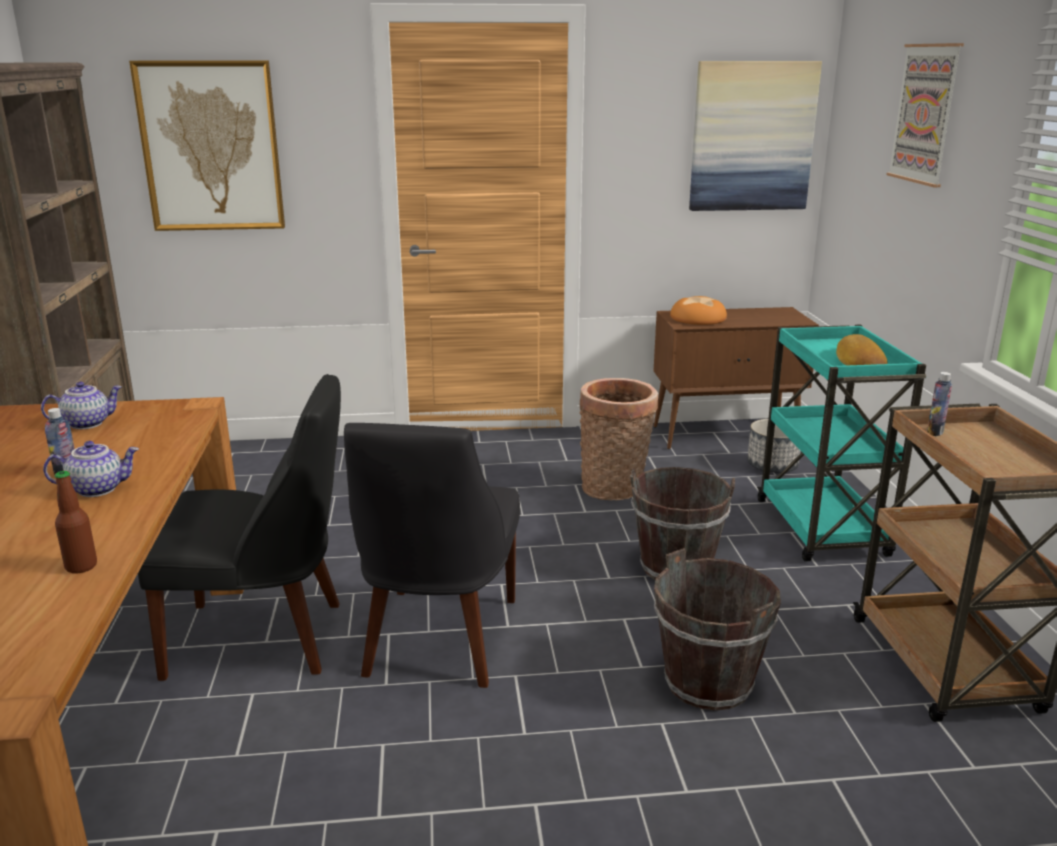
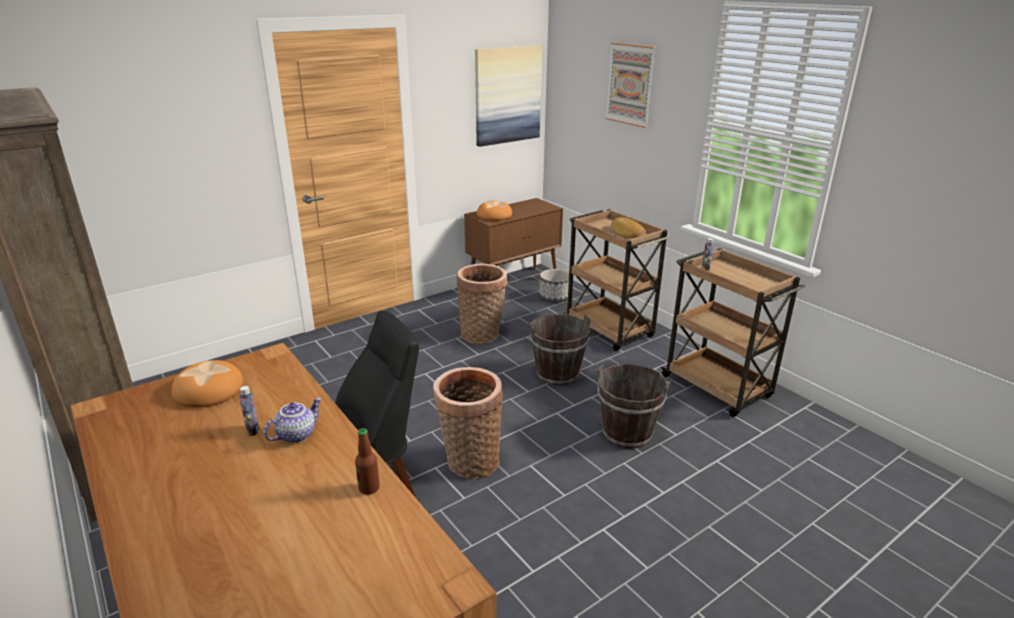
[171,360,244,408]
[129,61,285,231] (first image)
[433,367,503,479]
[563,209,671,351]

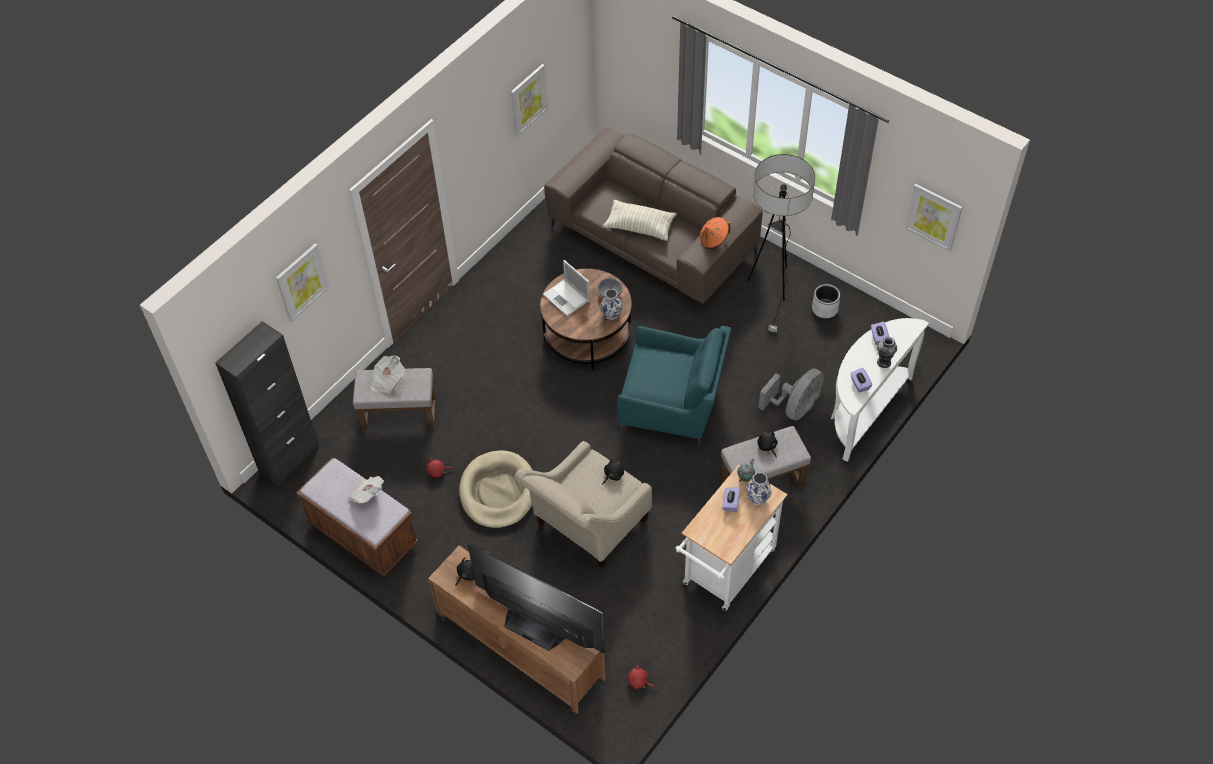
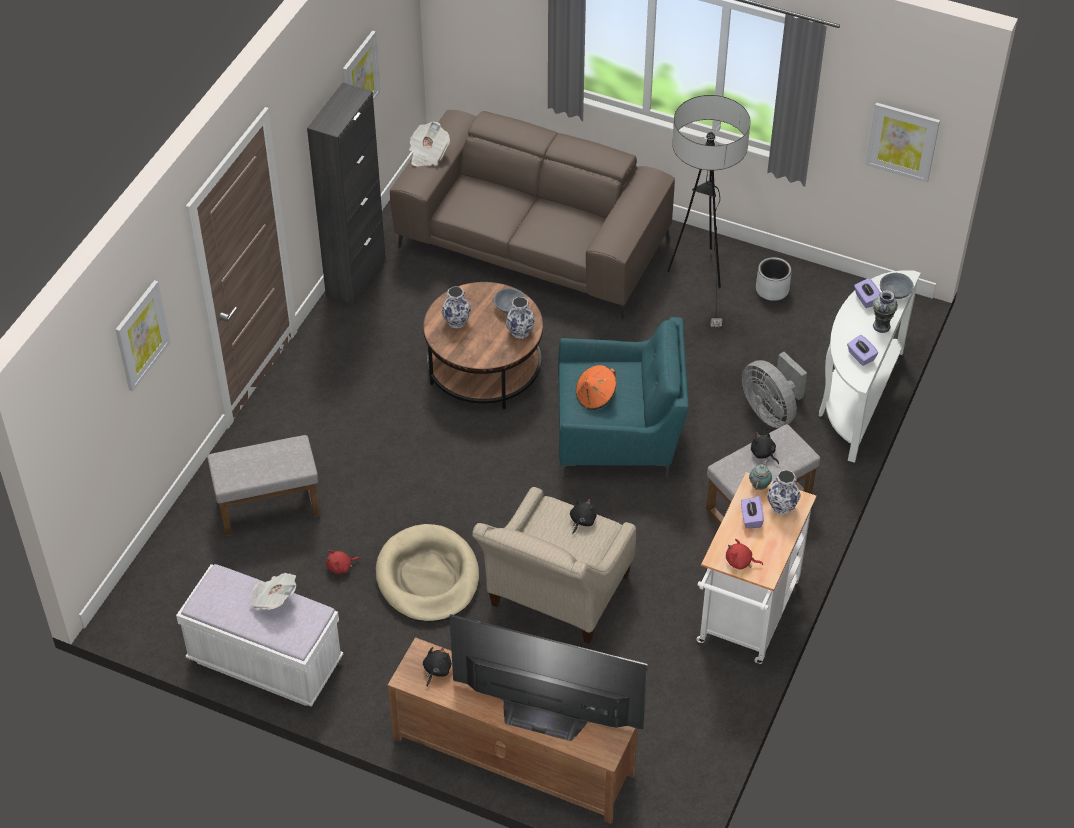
[307,82,386,304]
[176,564,343,707]
[409,121,450,166]
[441,286,471,328]
[603,199,677,241] (first image)
[726,539,763,570]
[576,365,616,410]
[742,352,807,428]
[880,273,914,299]

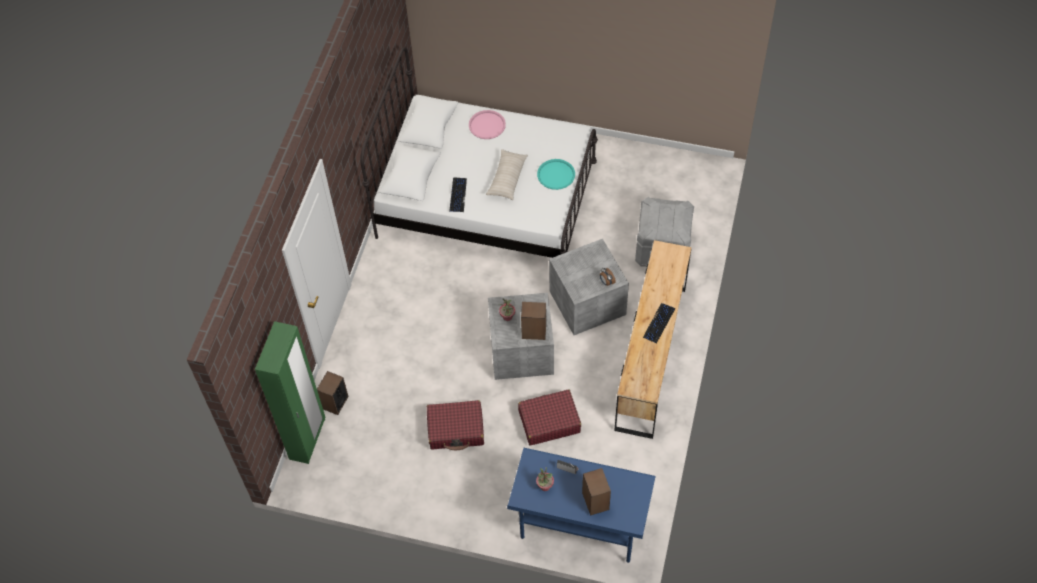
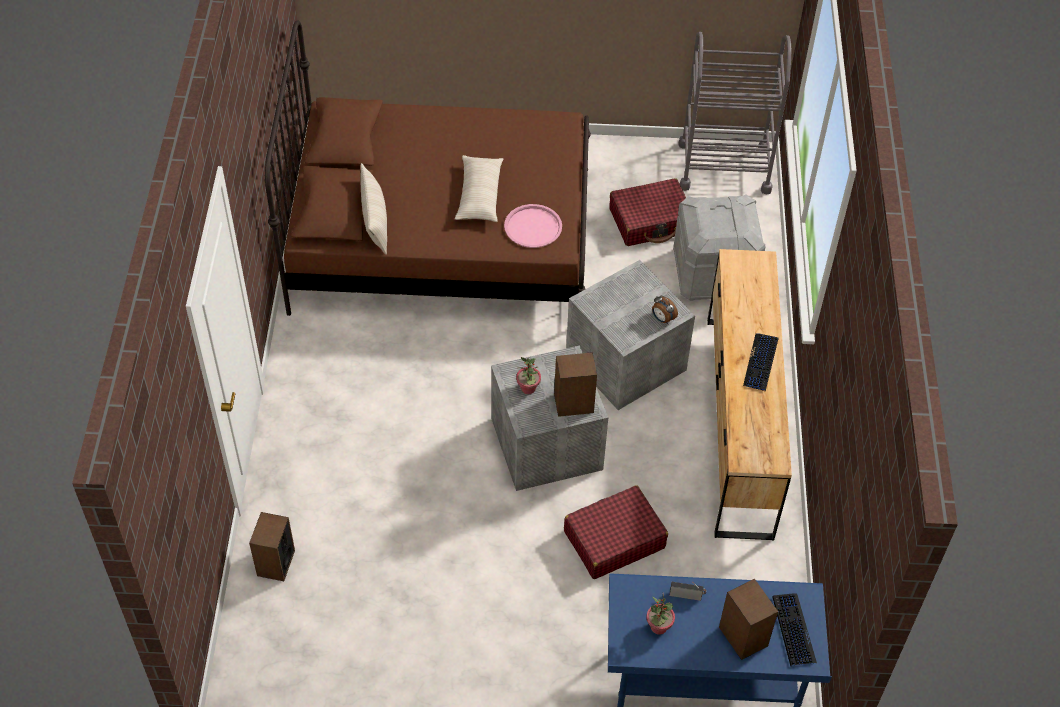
[255,321,325,464] (first image)
[265,20,591,316]
[609,178,686,246]
[772,593,817,666]
[504,204,562,248]
[537,159,575,190] (first image)
[360,163,387,255]
[678,32,791,195]

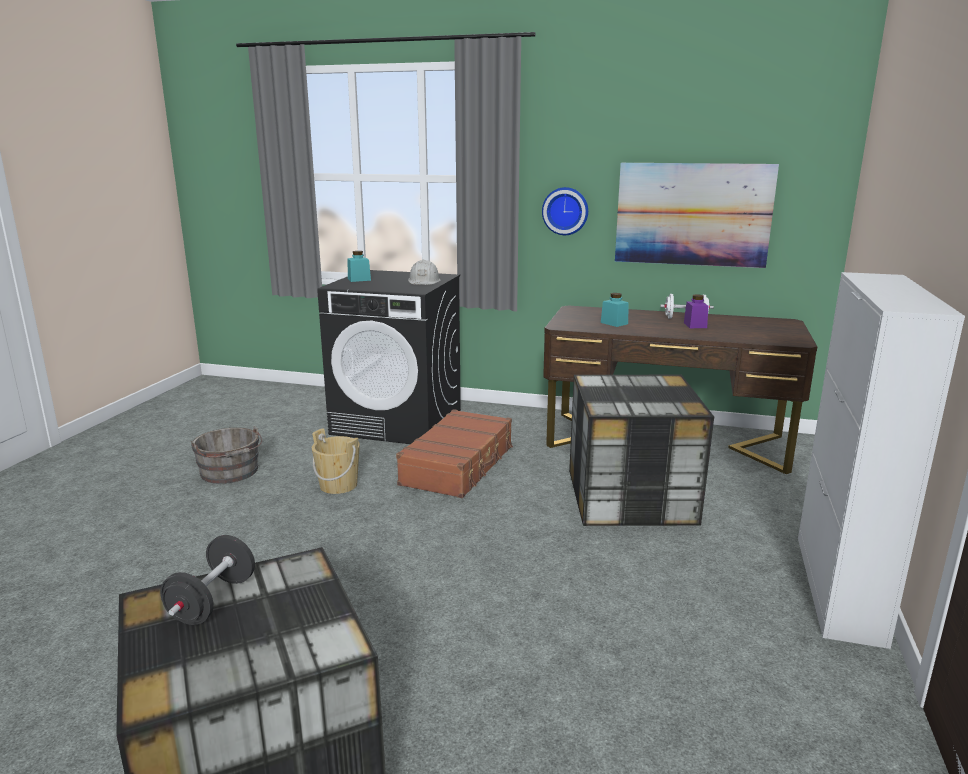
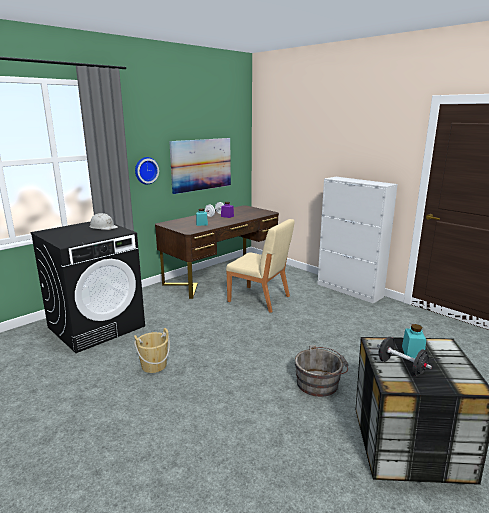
[295,345,349,397]
[402,324,426,359]
[396,409,513,498] (first image)
[226,219,294,313]

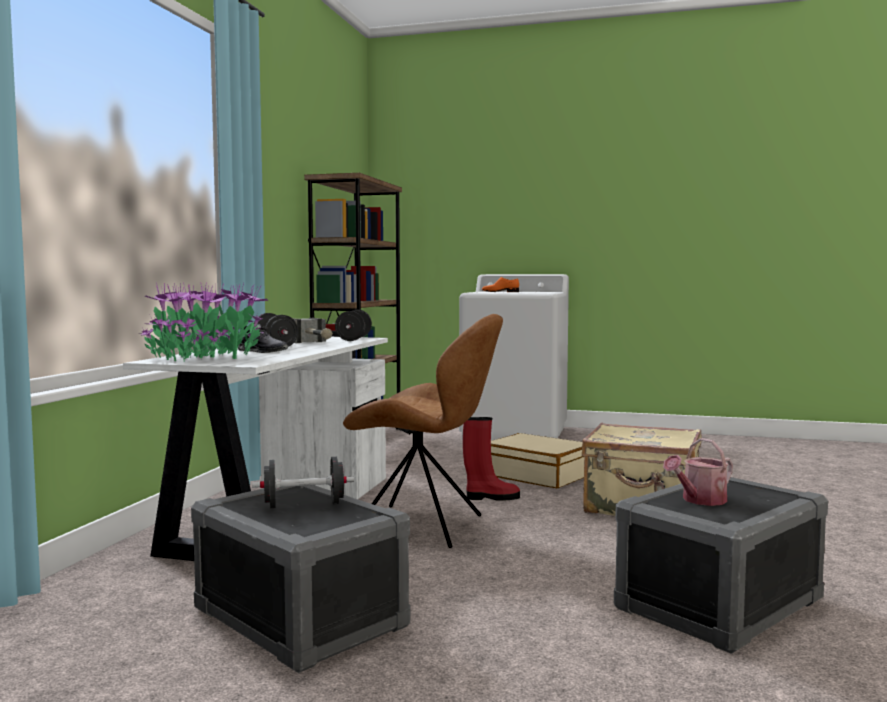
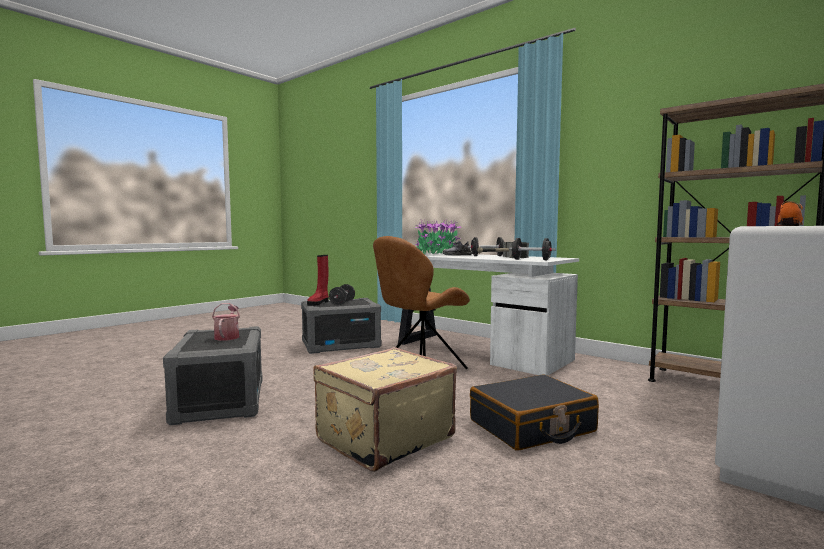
[307,255,329,306]
[470,374,599,451]

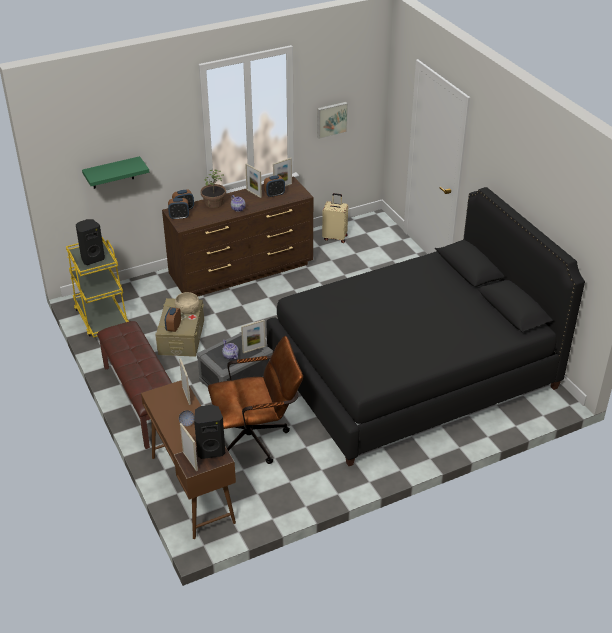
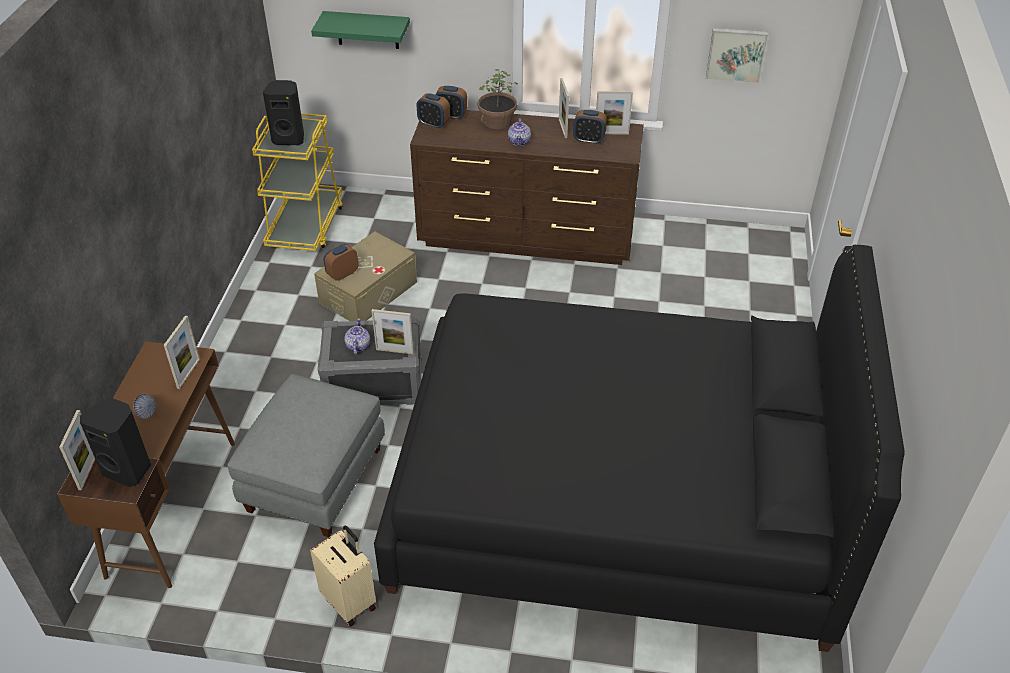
[97,321,172,449] (first image)
[175,292,199,314] (first image)
[227,374,385,537]
[310,525,376,627]

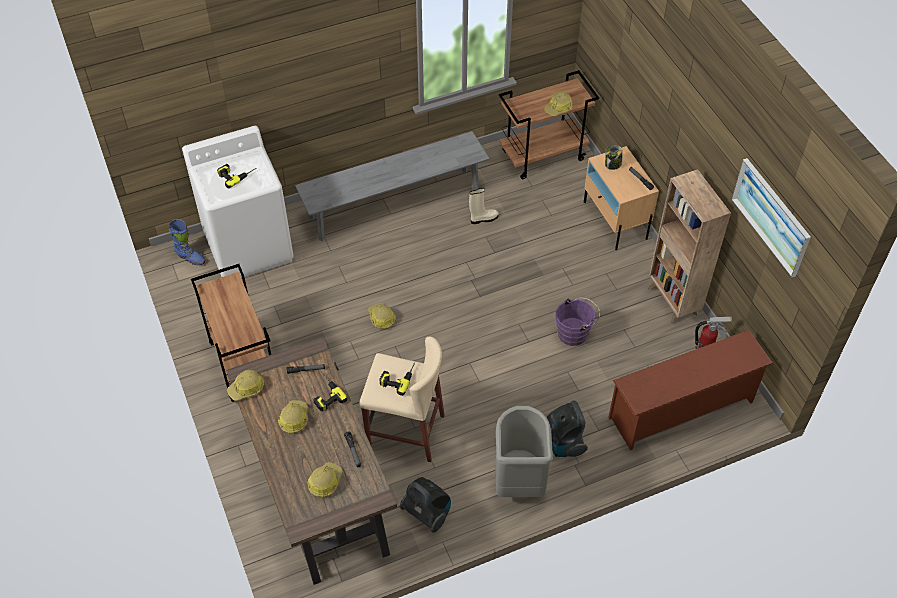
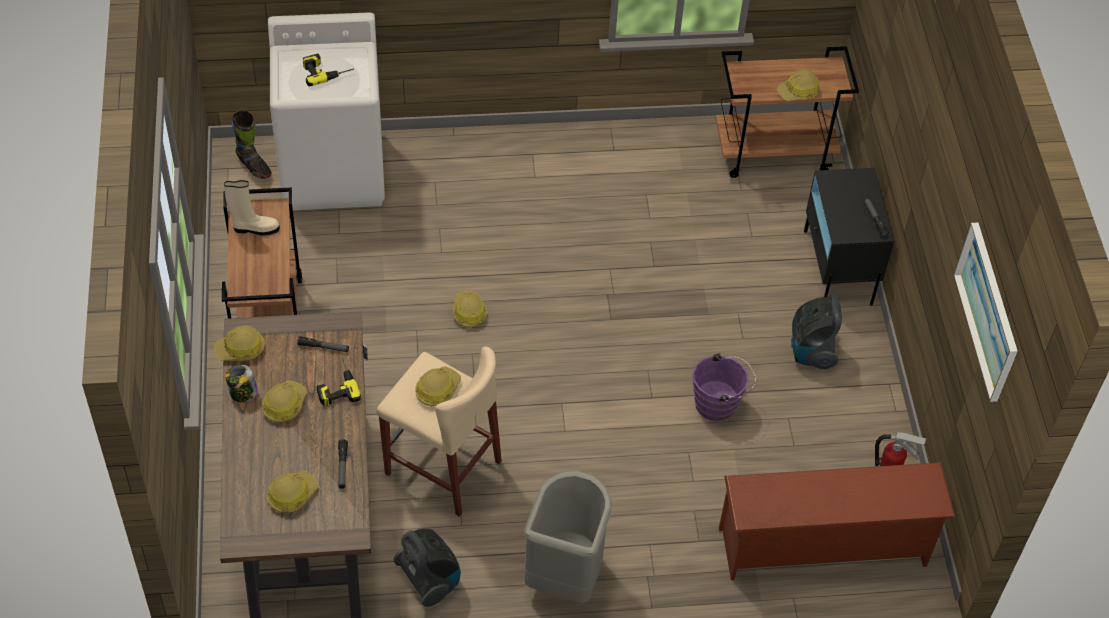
[232,110,271,179]
[295,131,489,241] (first image)
[415,366,461,406]
[224,180,280,236]
[791,293,842,369]
[804,168,894,306]
[225,365,258,402]
[648,169,731,324] (first image)

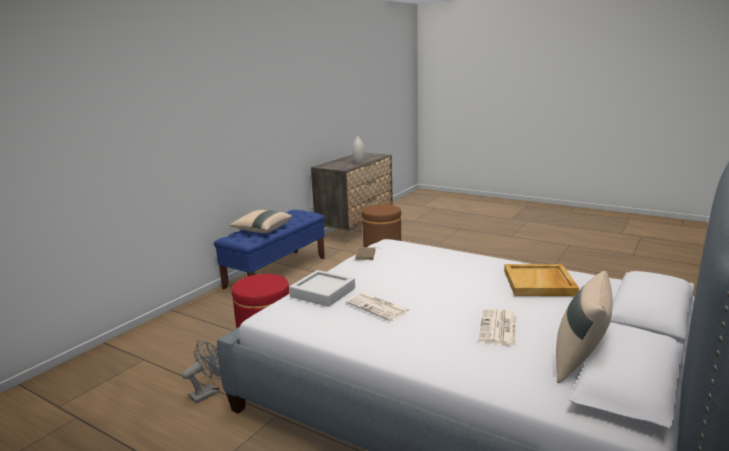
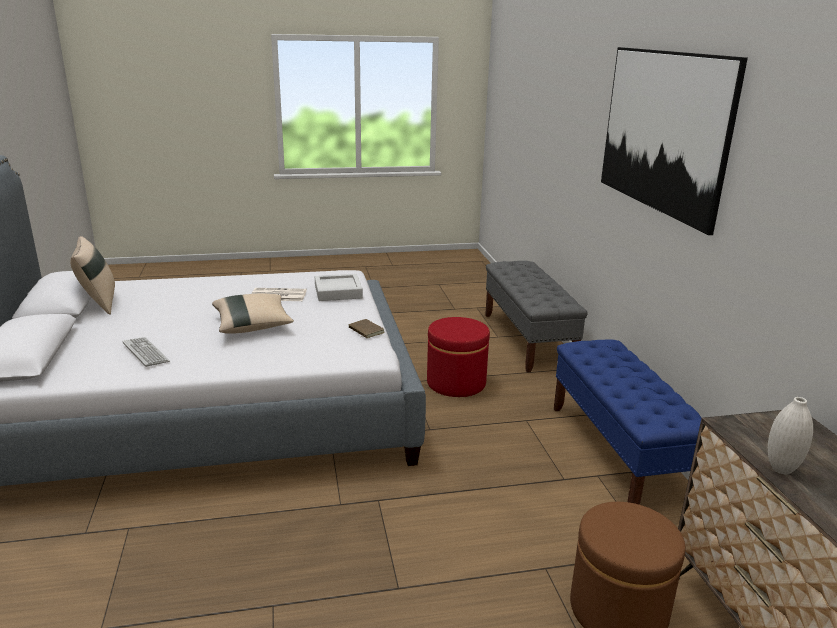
[182,340,221,403] (first image)
[212,293,294,334]
[478,308,516,347] (first image)
[122,337,170,367]
[485,261,588,373]
[601,47,748,235]

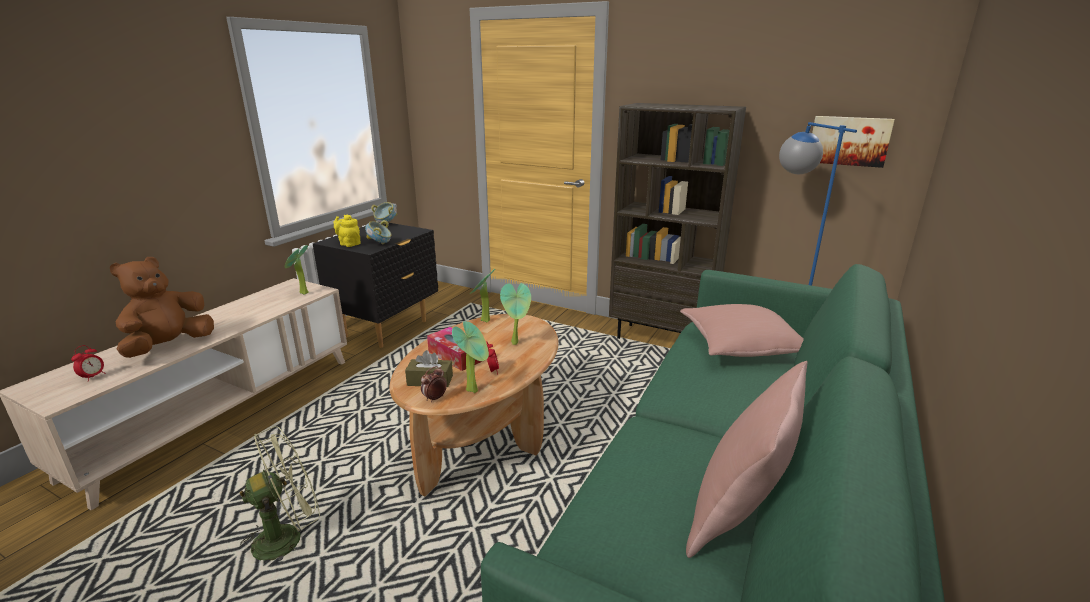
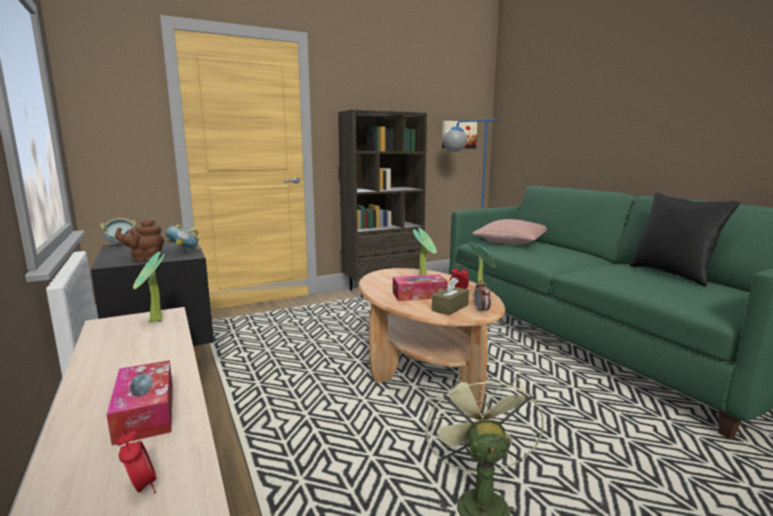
[107,360,173,446]
[115,220,164,262]
[470,269,495,322] (first image)
[629,193,740,286]

